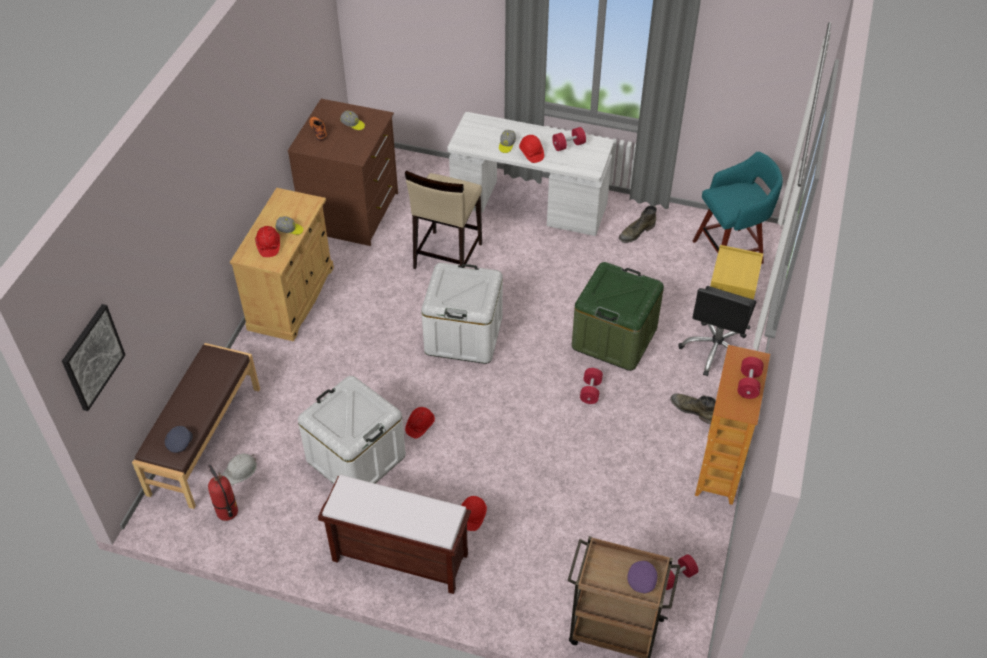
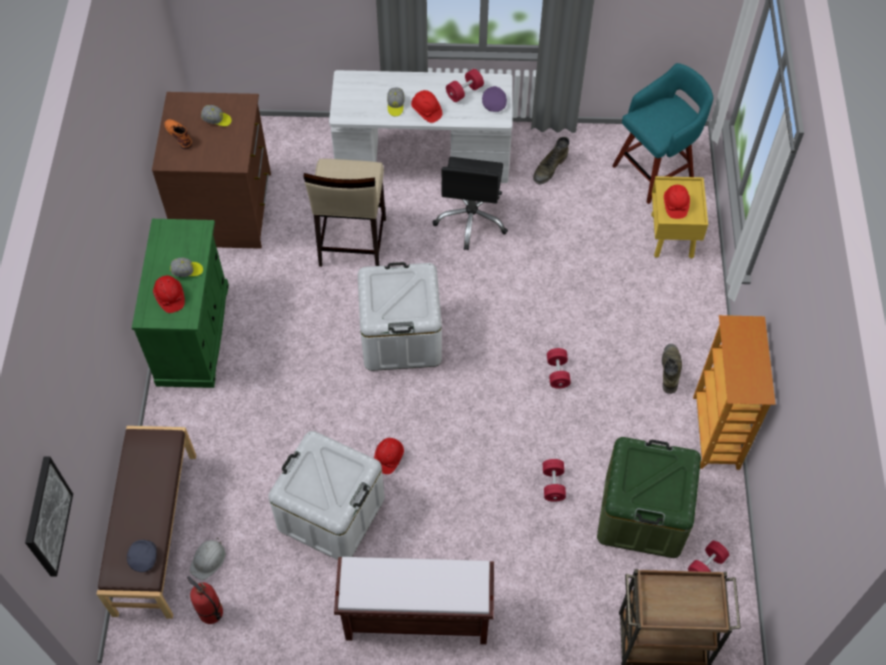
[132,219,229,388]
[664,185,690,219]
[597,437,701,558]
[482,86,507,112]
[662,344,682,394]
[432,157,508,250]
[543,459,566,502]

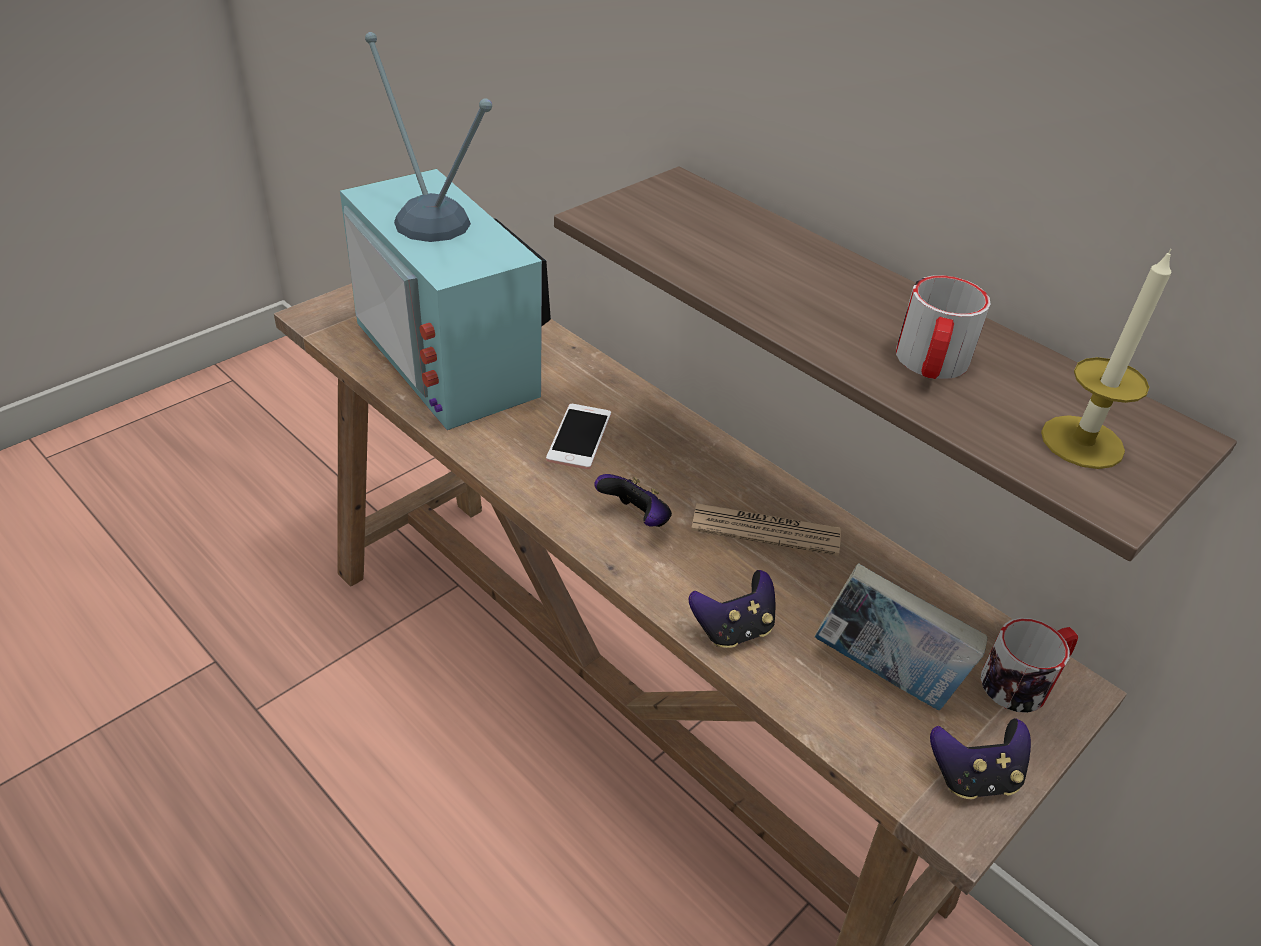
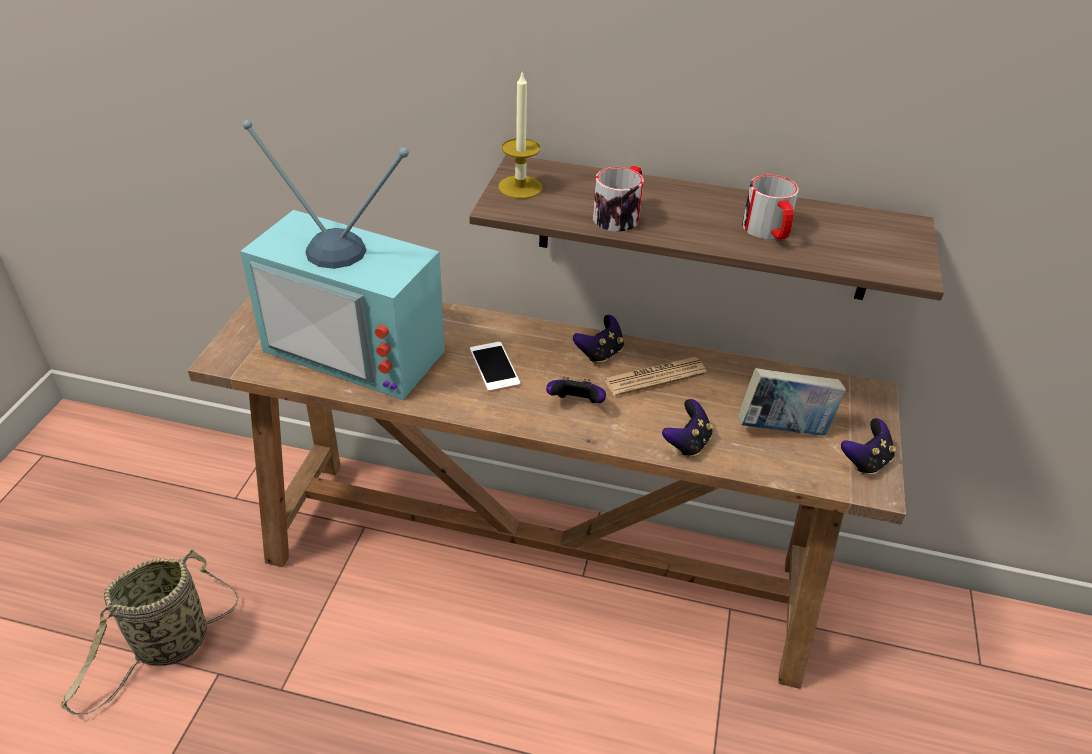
[593,166,643,232]
[498,70,542,199]
[61,549,239,715]
[573,315,624,364]

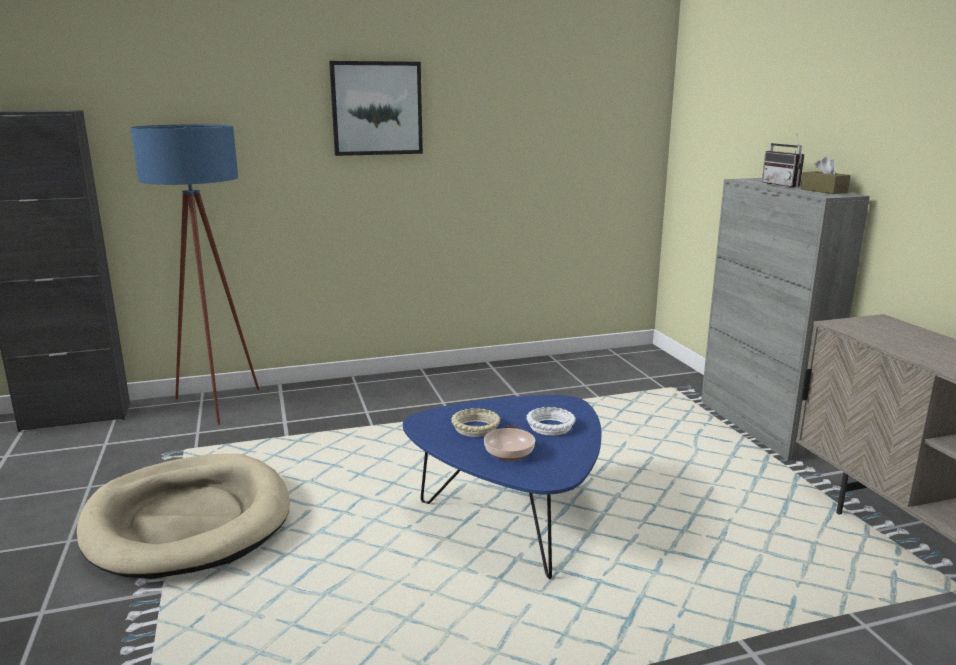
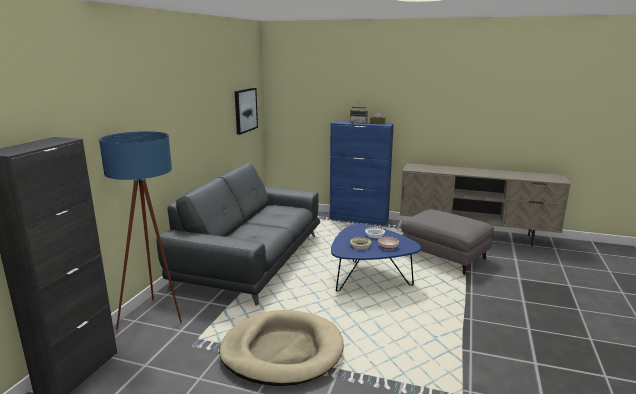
[235,88,258,135]
[330,121,394,226]
[156,163,320,306]
[401,209,494,275]

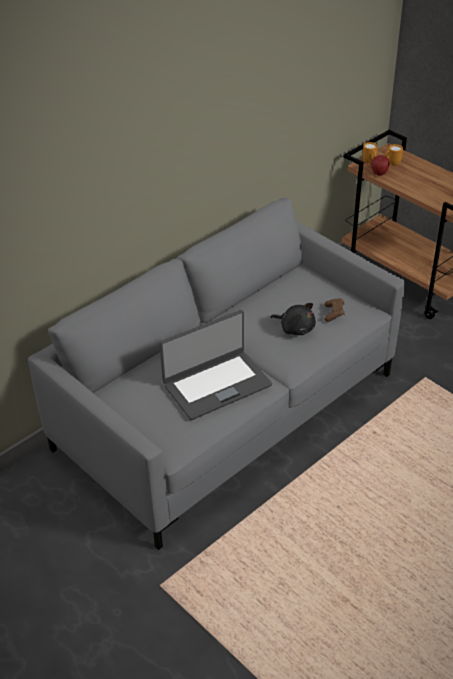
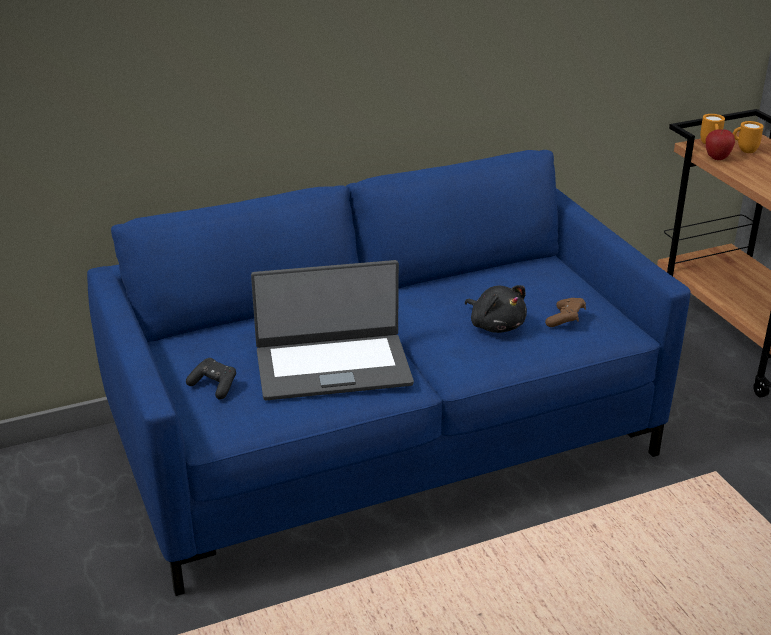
[87,150,691,596]
[186,358,236,400]

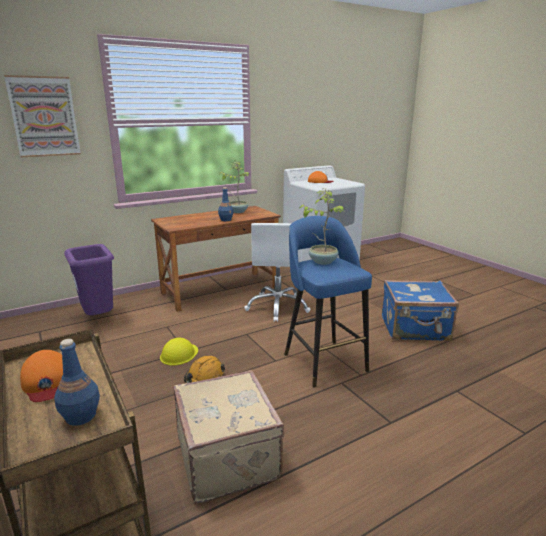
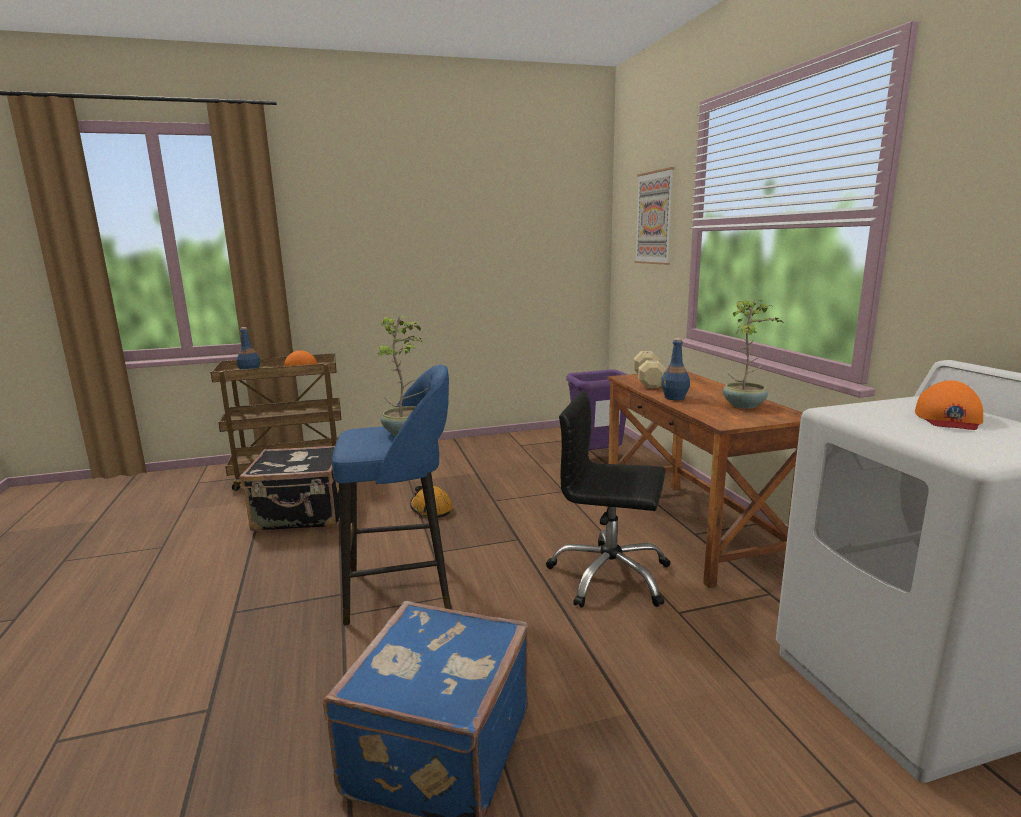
[160,338,198,365] (first image)
[240,446,340,531]
[546,391,670,608]
[633,351,666,388]

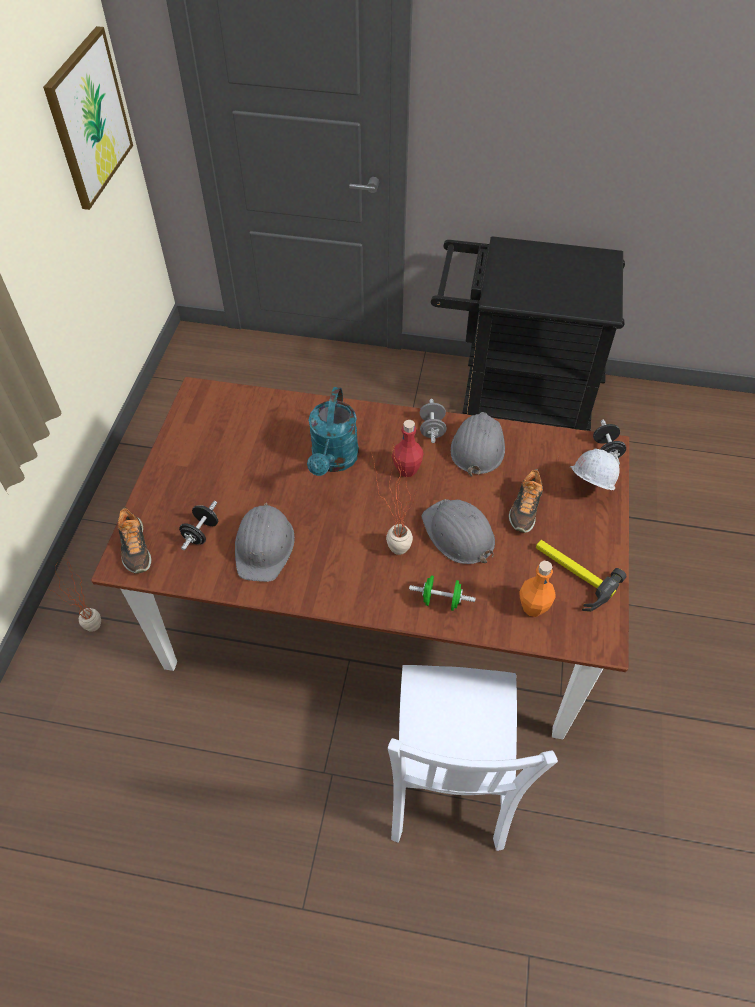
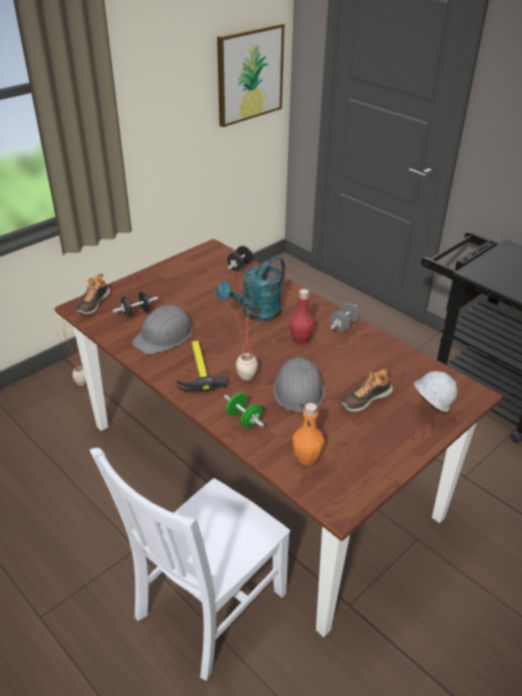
[451,412,505,477] (first image)
[177,341,227,392]
[227,246,253,271]

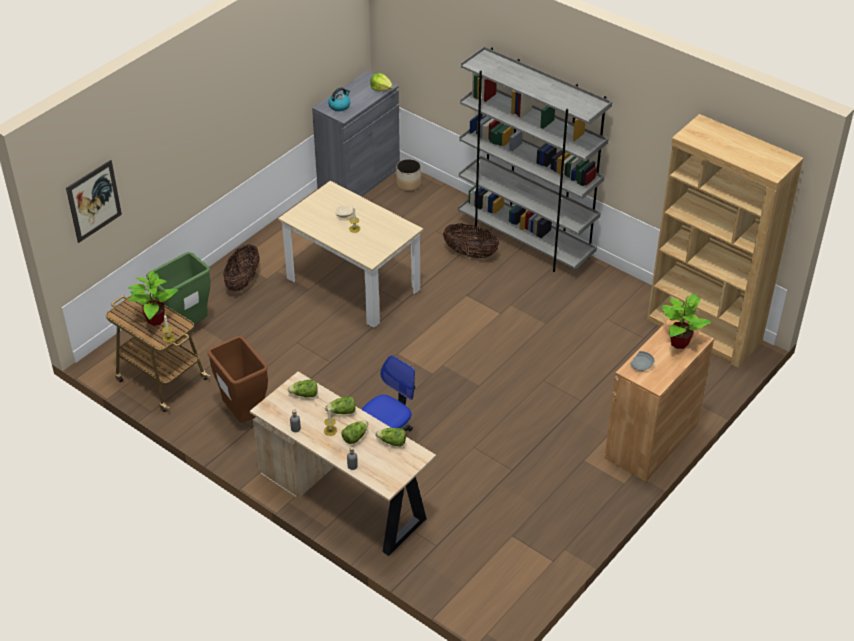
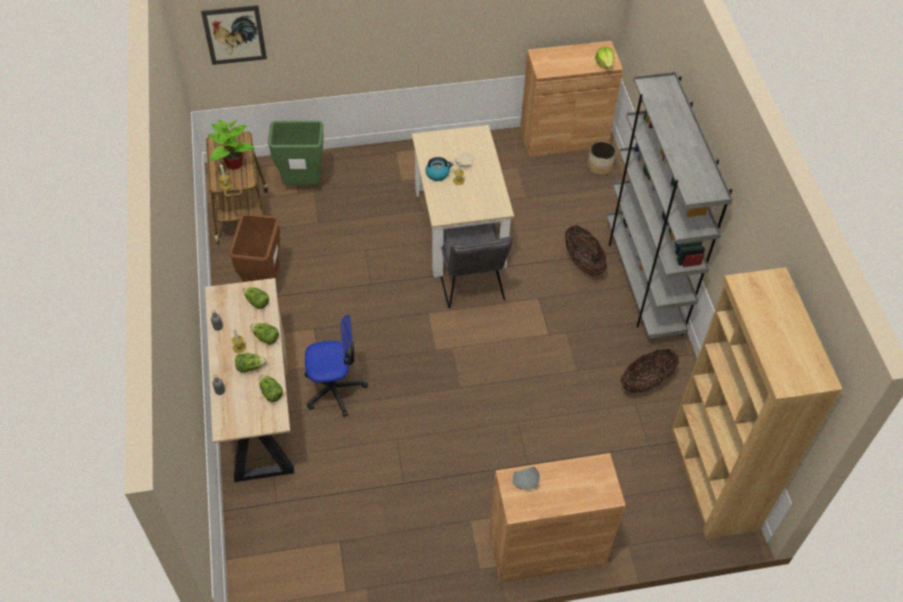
[621,349,679,393]
[520,41,623,157]
[425,157,454,181]
[662,294,711,349] (first image)
[441,223,513,308]

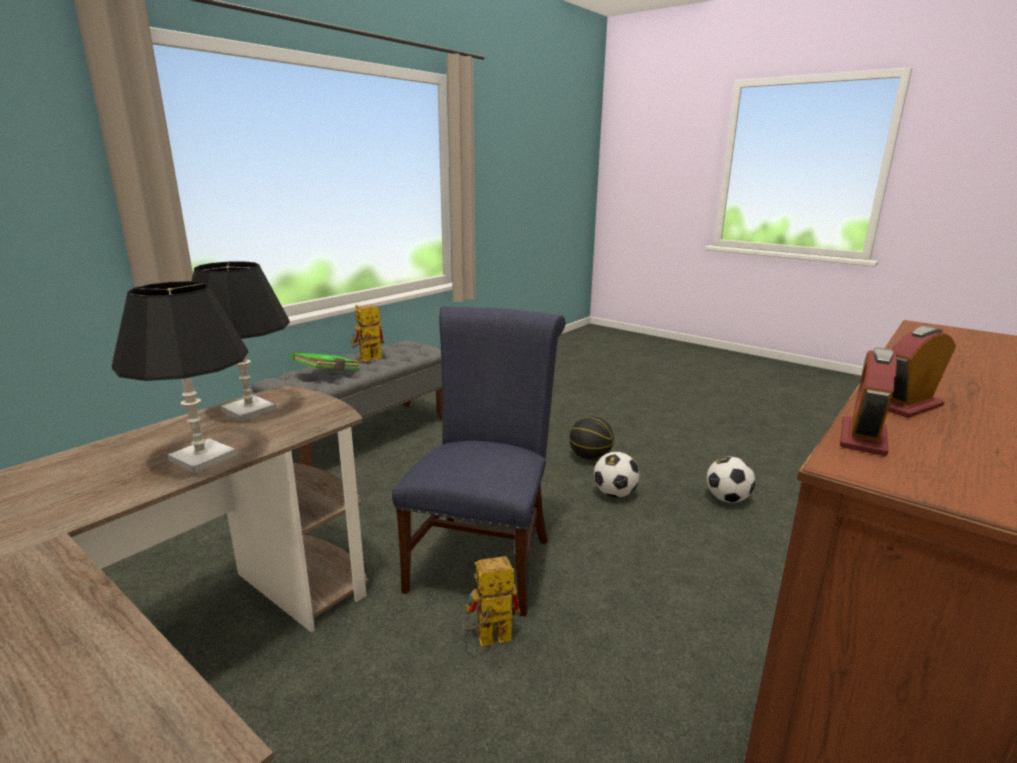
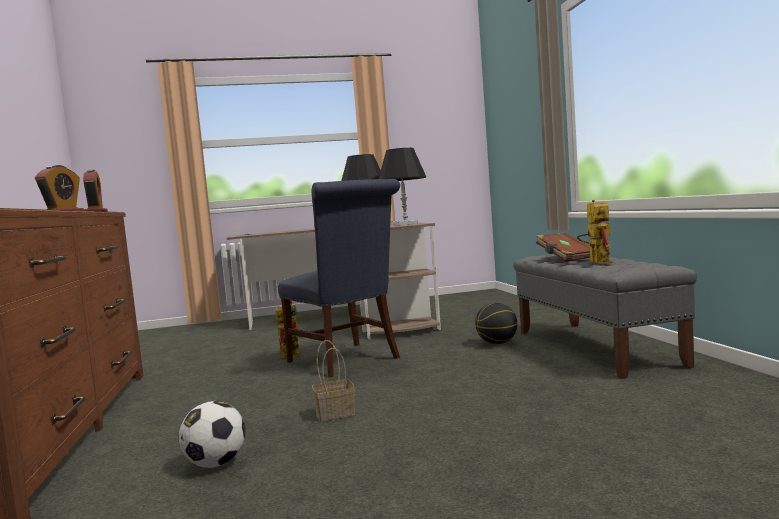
[536,233,590,262]
[475,303,517,344]
[312,340,355,421]

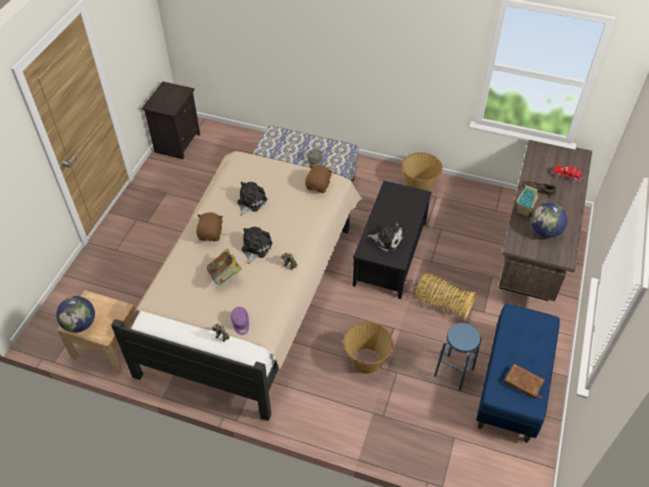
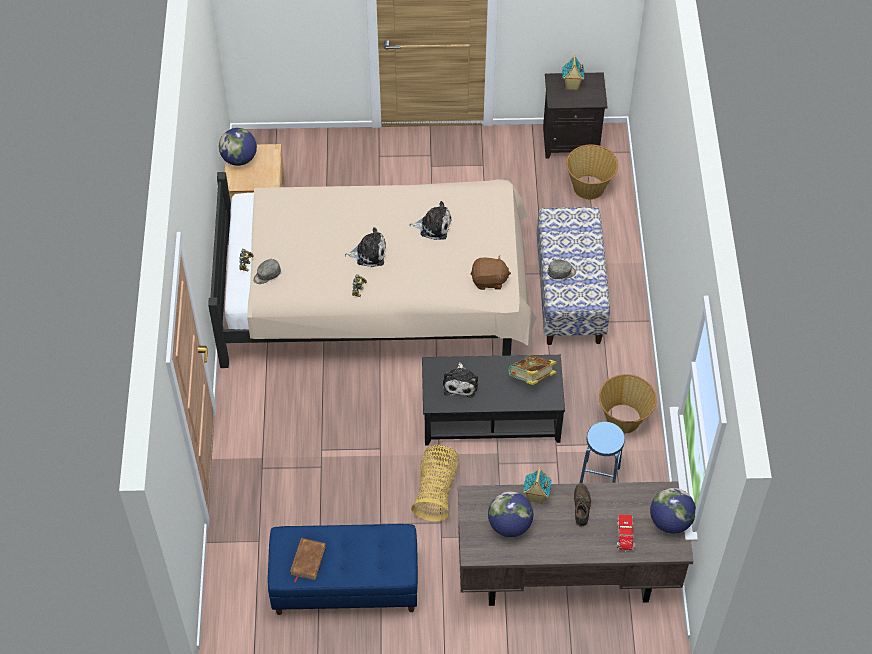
[196,212,223,241] (first image)
[508,355,556,385]
[253,259,281,284]
[566,144,618,200]
[580,422,625,483]
[562,54,584,90]
[650,488,696,534]

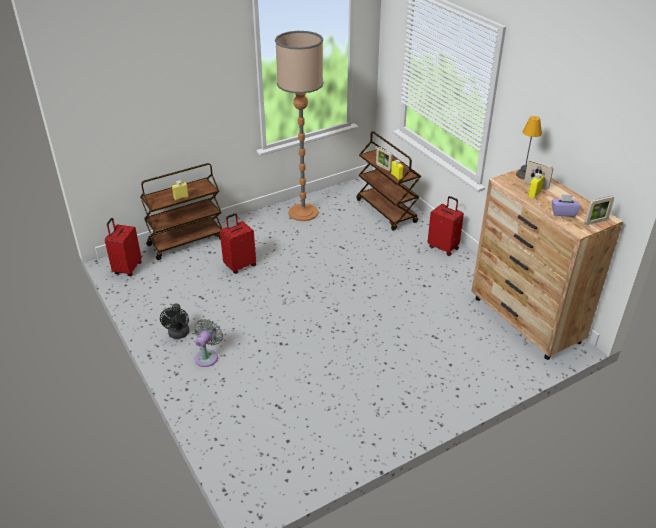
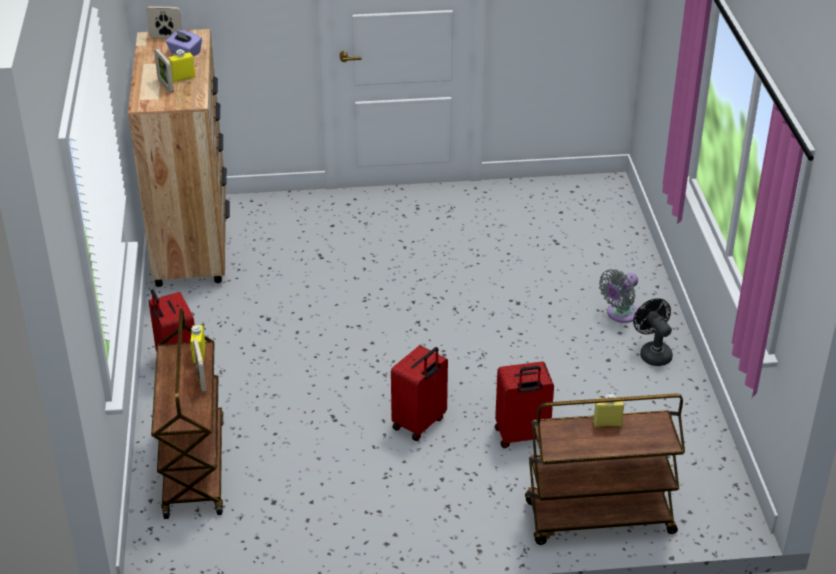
[391,345,448,441]
[633,298,673,366]
[275,31,324,221] (first image)
[516,116,542,179] (first image)

